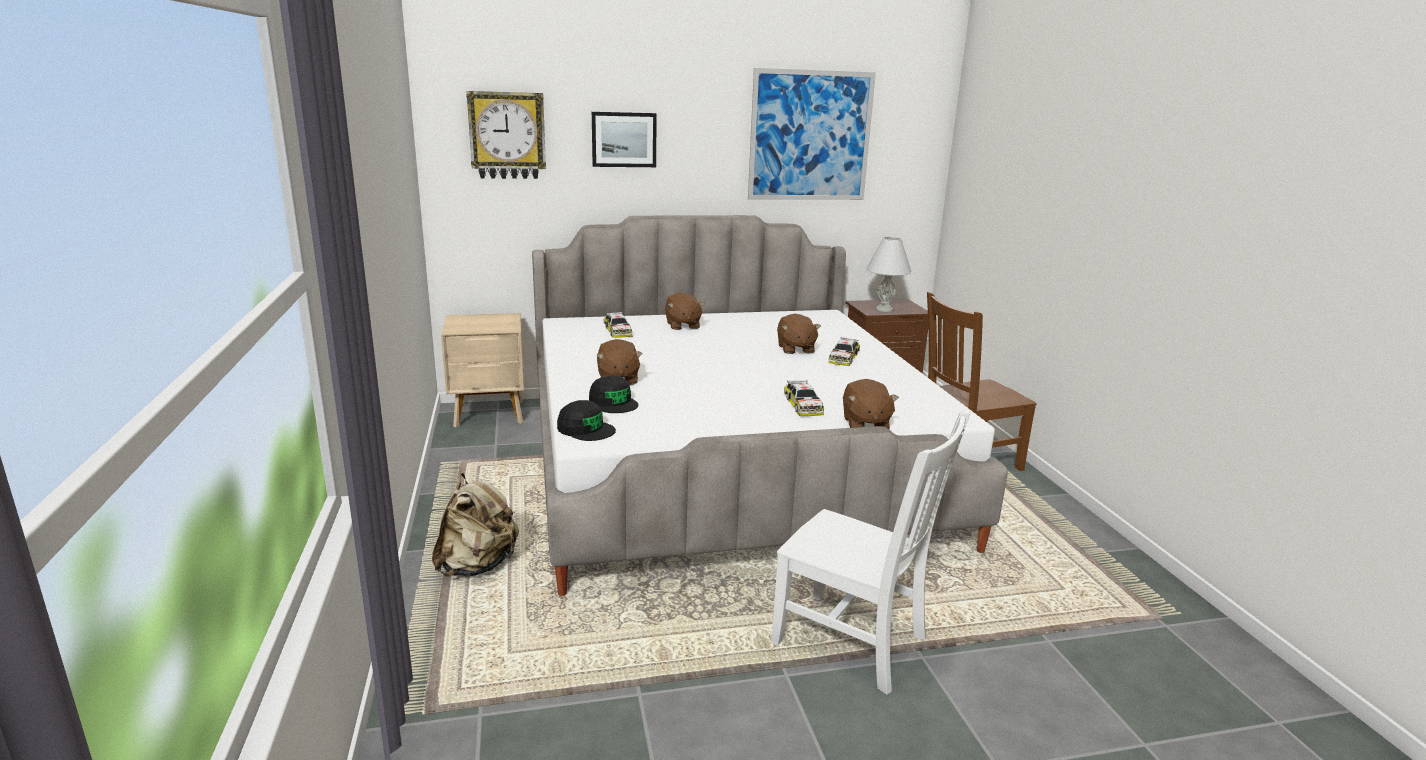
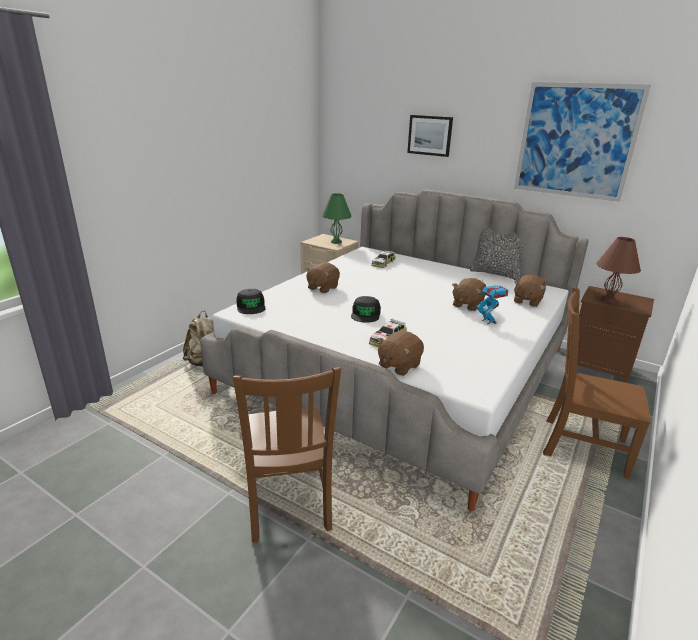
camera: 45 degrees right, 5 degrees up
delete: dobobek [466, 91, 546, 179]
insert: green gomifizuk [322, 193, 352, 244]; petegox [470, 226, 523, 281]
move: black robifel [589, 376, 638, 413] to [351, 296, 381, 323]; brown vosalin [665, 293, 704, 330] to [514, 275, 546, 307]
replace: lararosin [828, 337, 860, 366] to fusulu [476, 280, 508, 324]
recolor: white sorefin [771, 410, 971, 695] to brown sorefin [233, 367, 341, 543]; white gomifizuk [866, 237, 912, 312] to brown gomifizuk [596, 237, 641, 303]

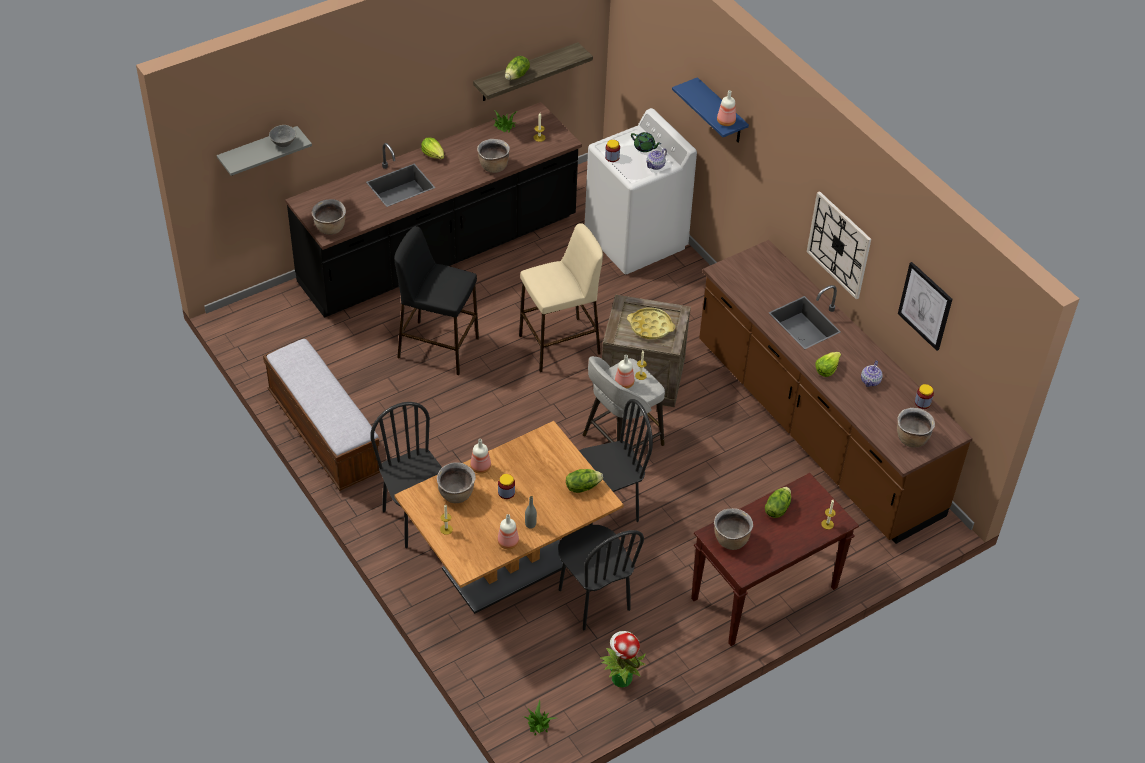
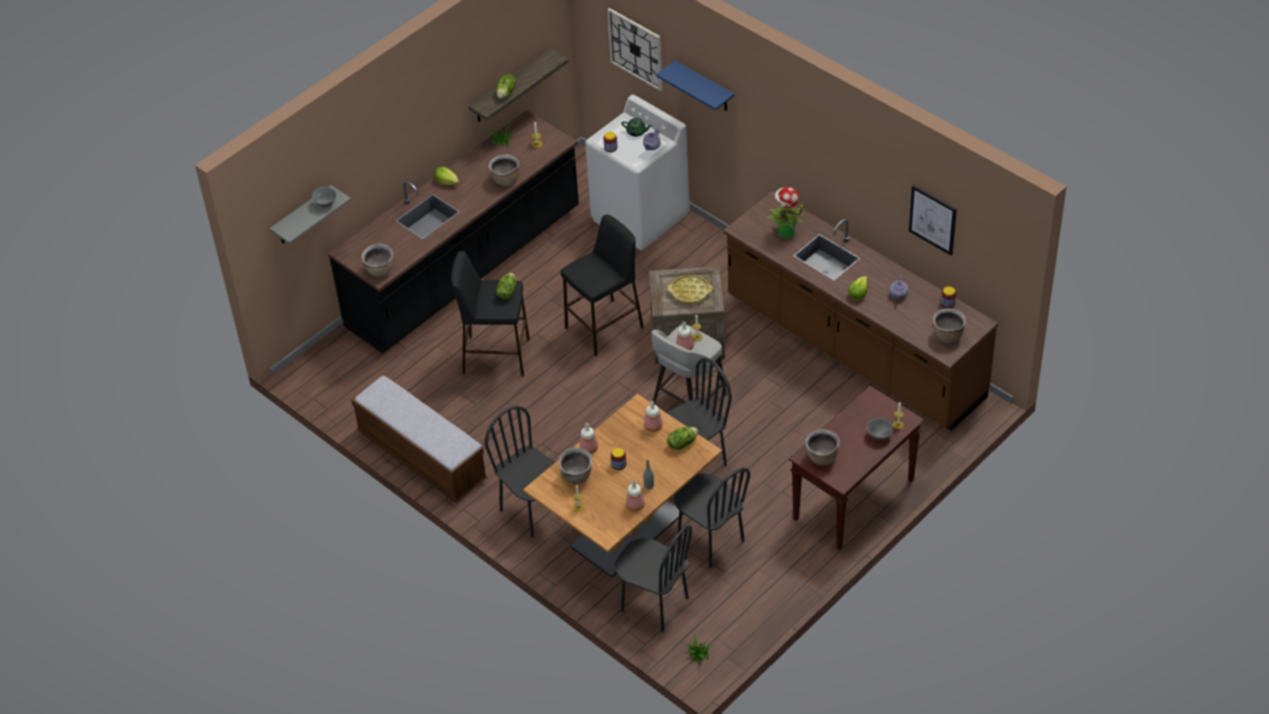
camera: 10 degrees left, 0 degrees up
insert: black sorefin [615, 525, 692, 632]; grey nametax [867, 418, 893, 440]
move: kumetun [600, 631, 646, 687] to [767, 187, 804, 239]; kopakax [717, 90, 736, 126] to [644, 401, 663, 432]; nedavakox [765, 487, 791, 518] to [496, 273, 517, 299]; dobobek [807, 191, 871, 299] to [607, 8, 663, 91]
recolor: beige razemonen [519, 223, 603, 372] to black razemonen [561, 214, 644, 357]

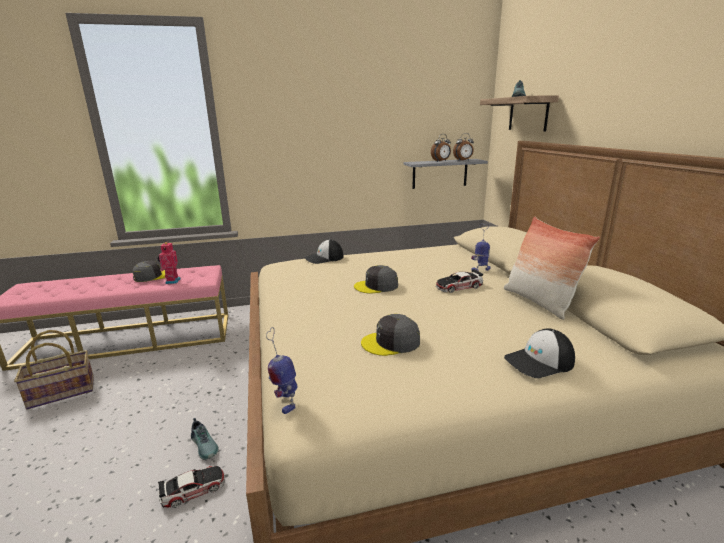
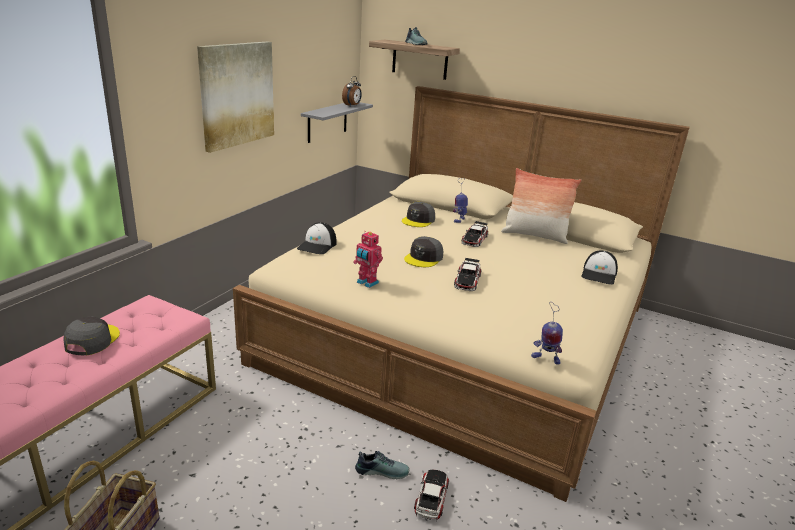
camera: 50 degrees left, 5 degrees up
delete: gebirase [431, 134, 451, 162]
insert: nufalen [197, 42, 274, 153]; lararosin [454, 257, 481, 291]
move: fusulu [158, 242, 181, 284] to [353, 231, 383, 288]; grey robifel [361, 314, 420, 356] to [402, 202, 435, 227]

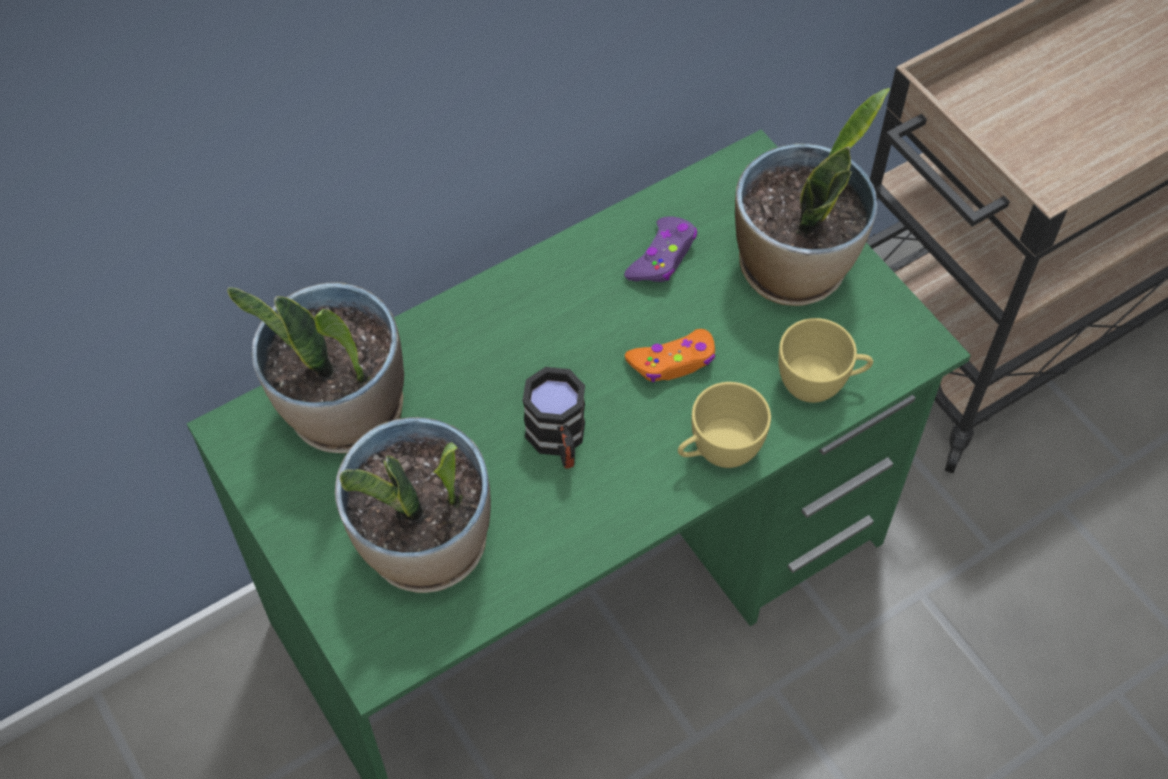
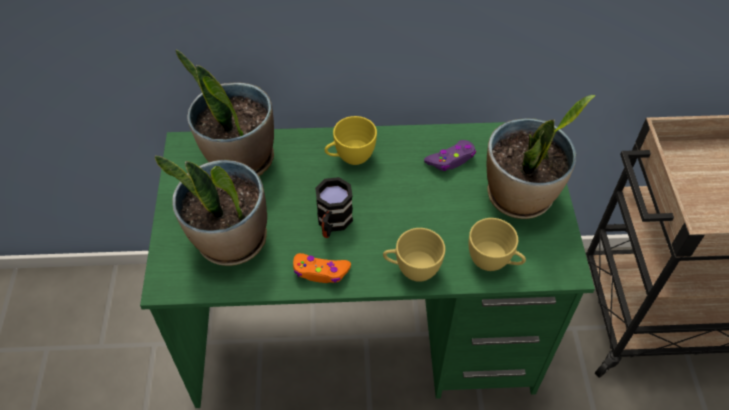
camera: 30 degrees right, 5 degrees down
insert: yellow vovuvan [325, 116, 377, 165]
move: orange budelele [625, 329, 715, 382] to [293, 253, 351, 283]

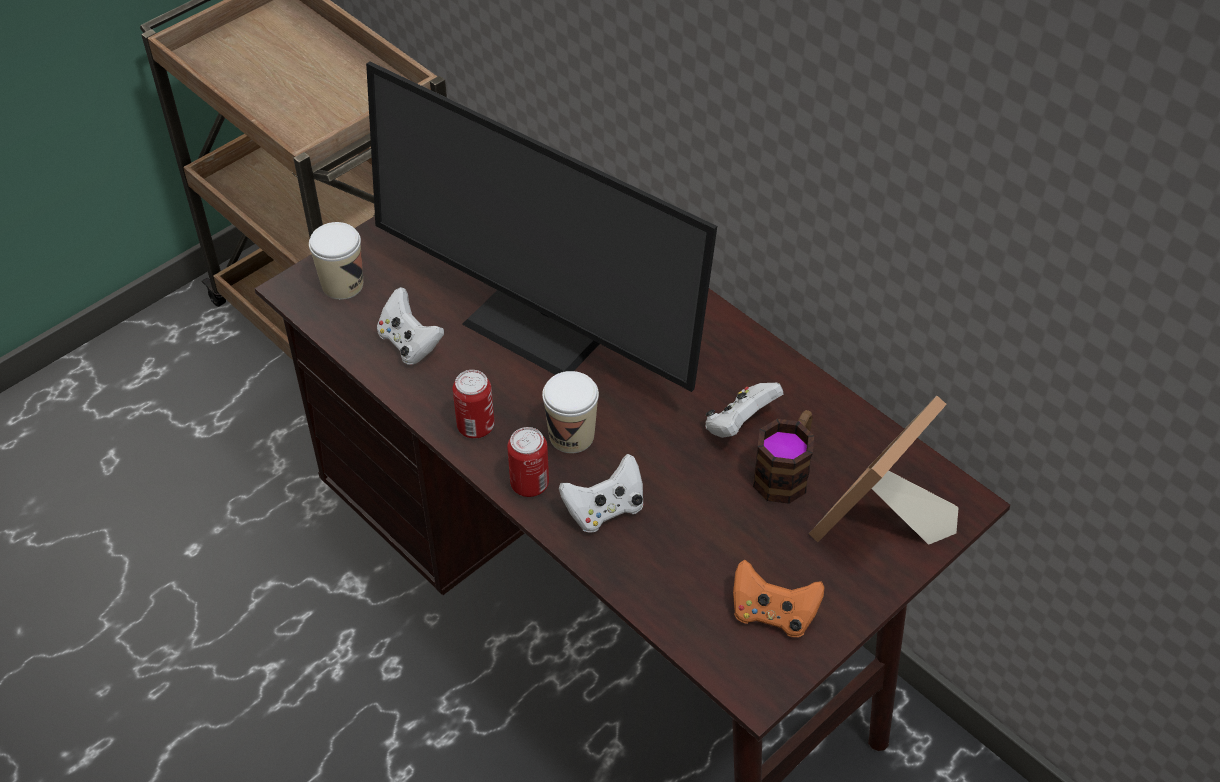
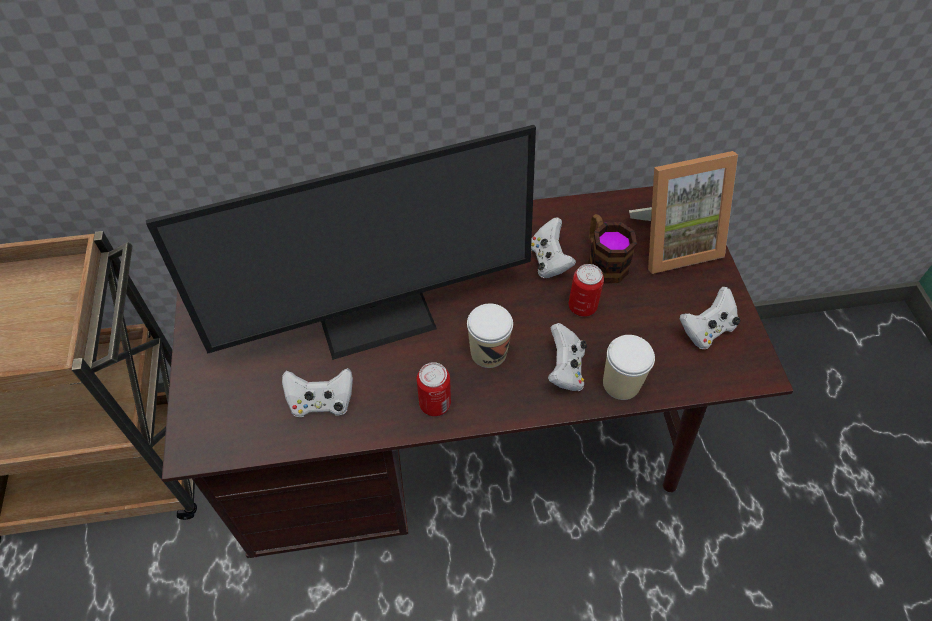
camera: 55 degrees left, 5 degrees up
move: vovuvan [309, 222, 363, 300] to [603, 335, 655, 400]; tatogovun [507, 427, 549, 497] to [569, 264, 604, 317]
recolor: orange budelele [733, 559, 824, 637] to white budelele [679, 287, 740, 349]
rotate: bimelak [809, 396, 959, 545] = [629, 151, 738, 274] 90 degrees counterclockwise

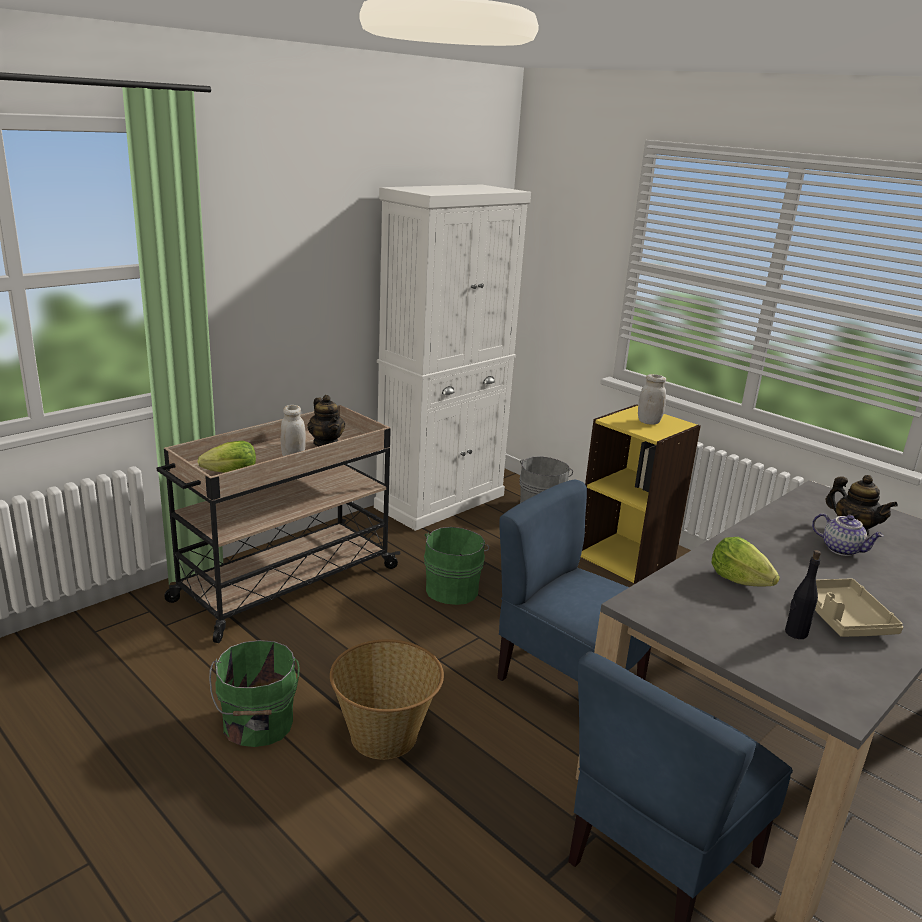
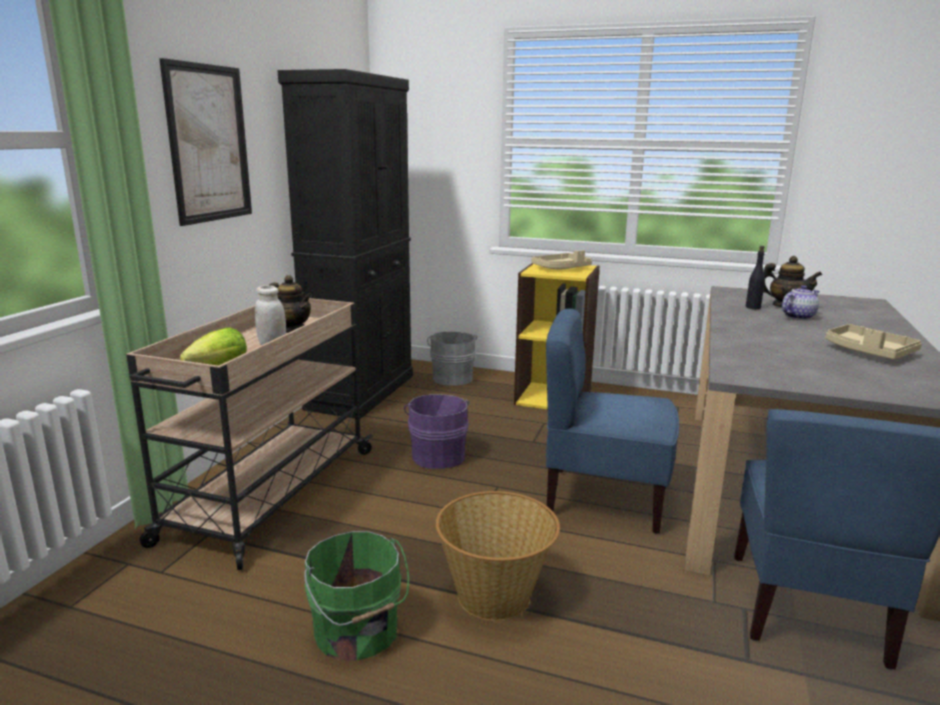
camera: 25 degrees left, 5 degrees down
delete: nedavakox [712, 537, 780, 586]
insert: nufalen [159, 58, 252, 226]
move: black kopakax [785, 550, 821, 639] to [746, 246, 765, 309]
replace: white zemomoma [638, 374, 666, 425] to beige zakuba [531, 250, 592, 269]
recolor: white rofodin [374, 185, 531, 531] to black rofodin [277, 69, 413, 419]; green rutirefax [424, 527, 489, 605] to purple rutirefax [404, 394, 470, 469]
rotate: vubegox [812, 513, 884, 556] = [782, 285, 819, 320] 45 degrees counterclockwise

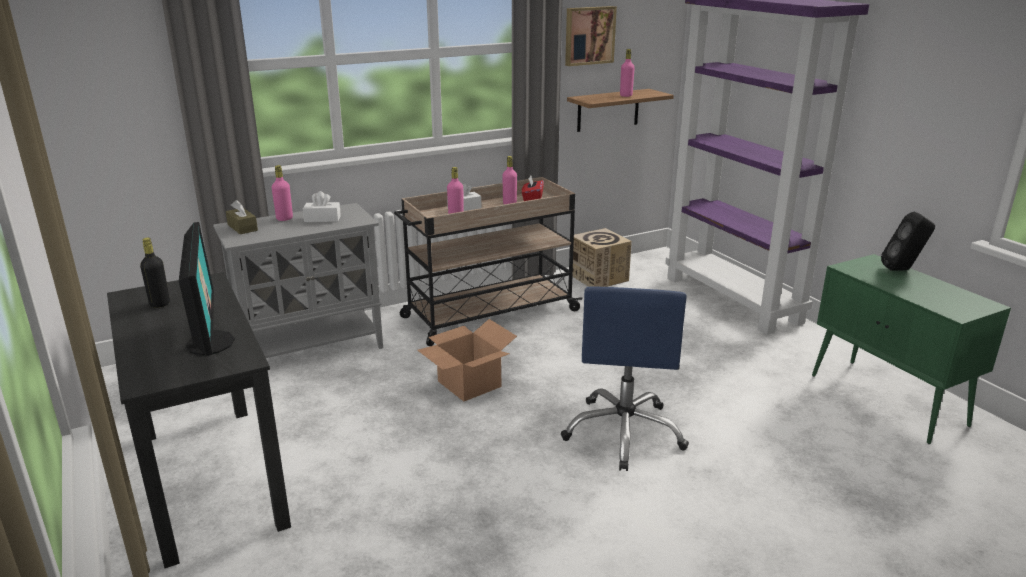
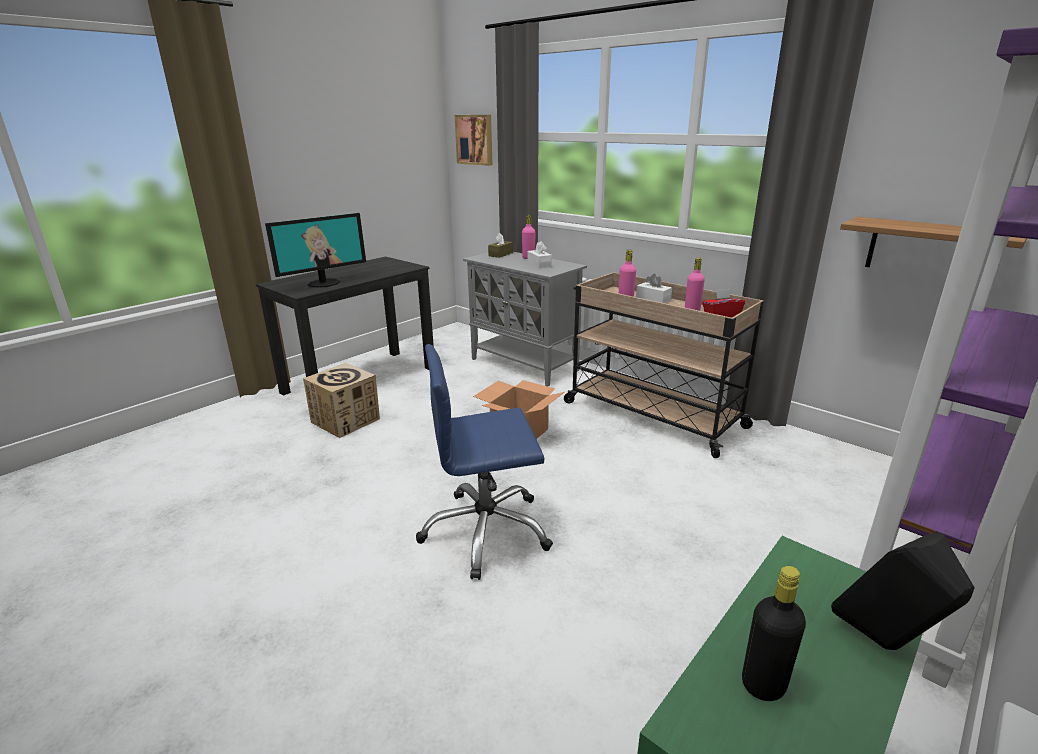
camera: 70 degrees right, 0 degrees up
delete: pink kopakax [620, 49, 635, 97]
move: black kopakax [140, 238, 170, 308] to [742, 566, 806, 701]; nufalen [565, 6, 617, 66] to [455, 115, 492, 166]; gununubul [572, 228, 632, 287] to [303, 363, 380, 438]

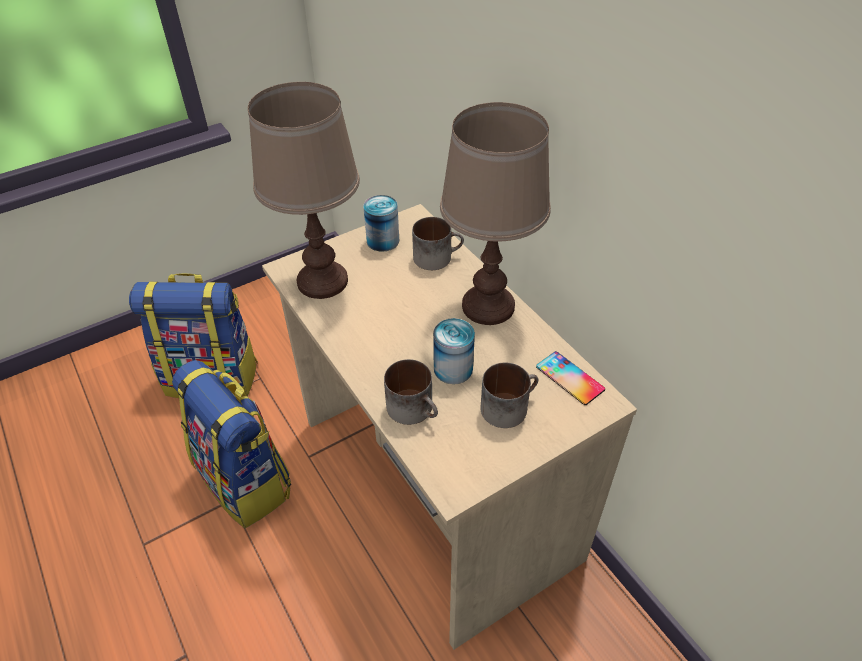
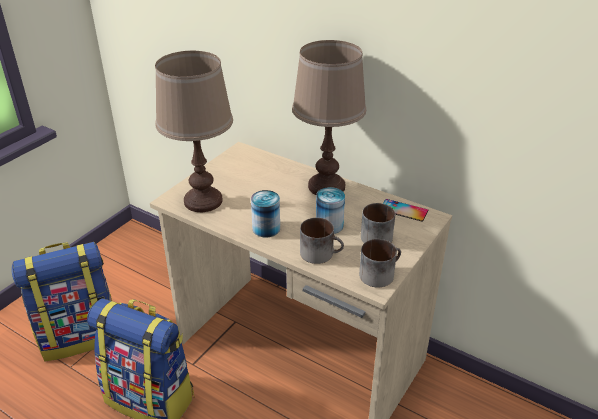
camera: 25 degrees left, 10 degrees down
move: tatogovun [363, 195, 399, 252] to [251, 190, 280, 237]; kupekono [412, 217, 464, 270] to [359, 239, 401, 287]

